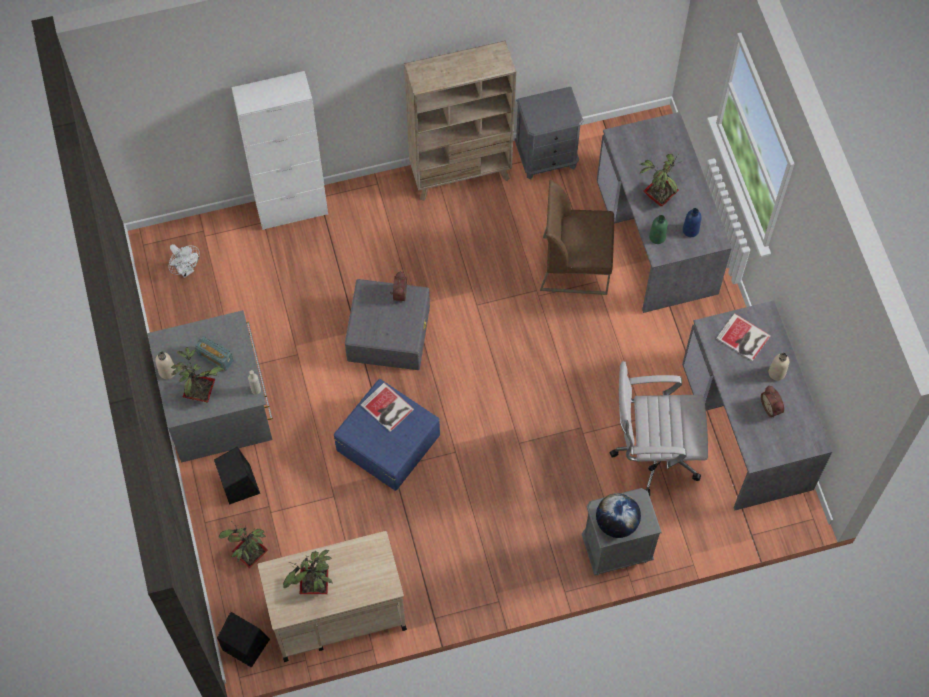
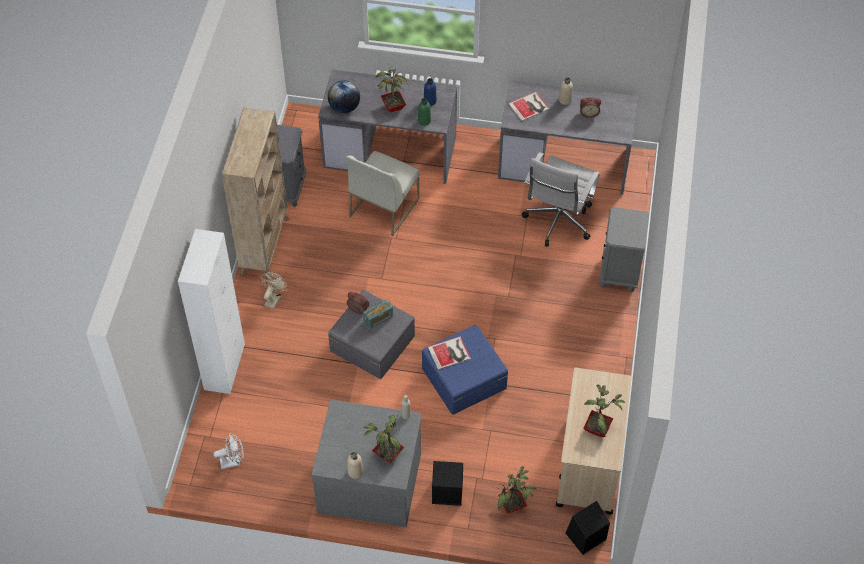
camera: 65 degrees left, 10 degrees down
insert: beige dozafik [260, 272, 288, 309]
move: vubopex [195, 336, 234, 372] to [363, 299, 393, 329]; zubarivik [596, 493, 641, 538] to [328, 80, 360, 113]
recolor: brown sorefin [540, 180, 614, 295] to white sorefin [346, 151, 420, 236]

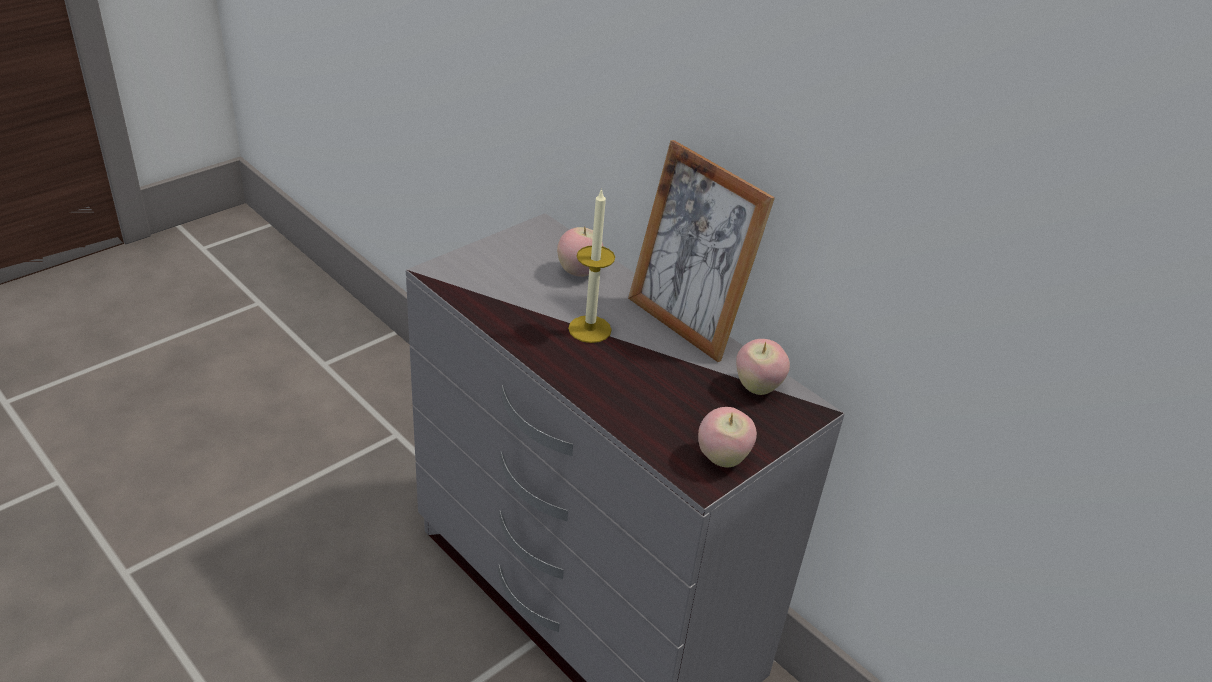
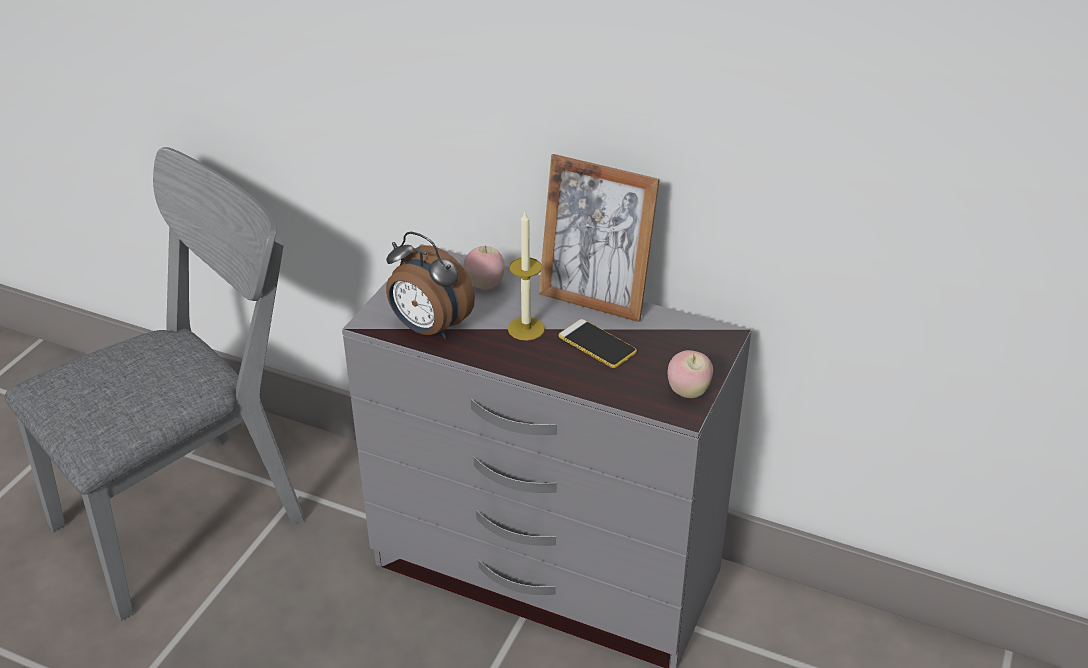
camera: 20 degrees left, 0 degrees up
delete: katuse [736, 339, 790, 395]
insert: grey sorefin [5, 147, 304, 621]; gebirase [386, 232, 475, 339]; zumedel [558, 319, 637, 368]

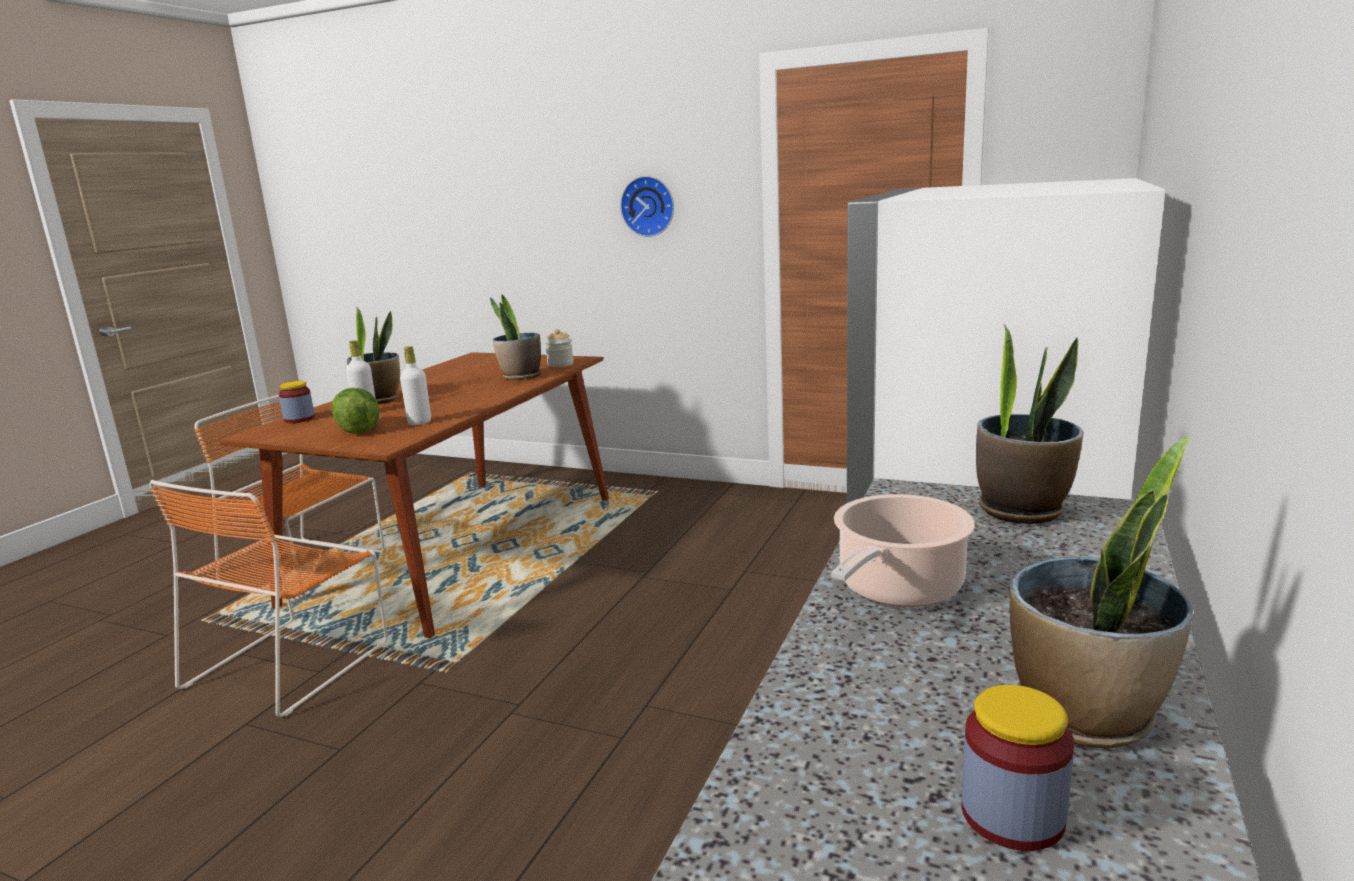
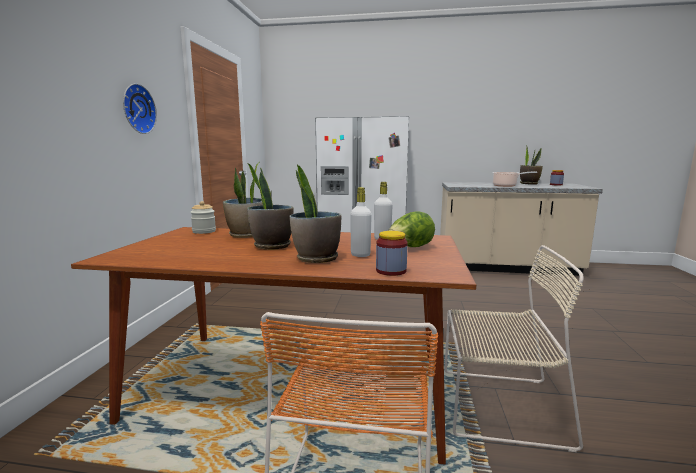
camera: 105 degrees left, 5 degrees down
move: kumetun [976, 323, 1084, 524] to [247, 163, 294, 250]
recolor: orange sorefin [150, 480, 388, 717] to beige sorefin [444, 245, 583, 452]

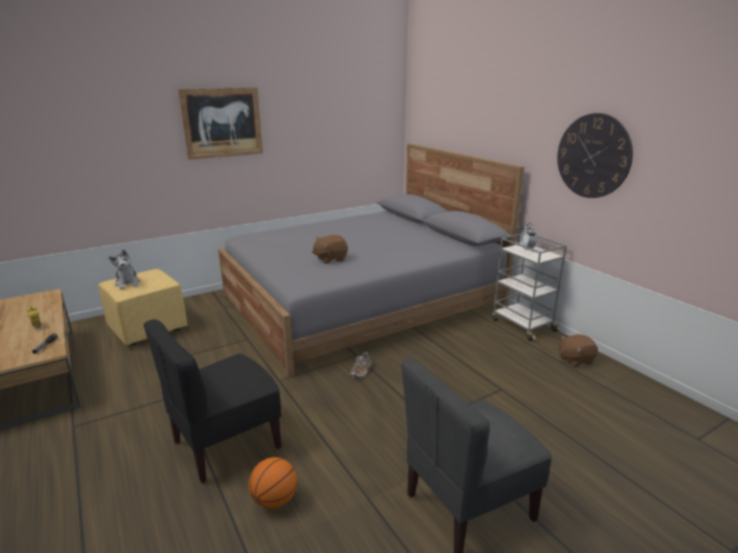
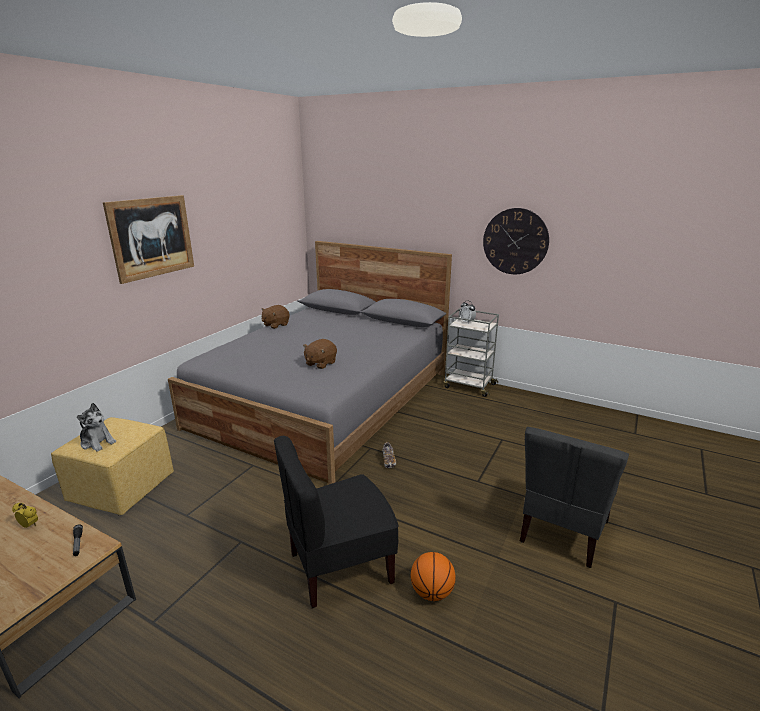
camera: 30 degrees left, 0 degrees up
move: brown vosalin [559, 334, 598, 367] to [261, 305, 290, 329]
rotate: black sorefin [143, 319, 281, 483] = [274, 436, 399, 608] 45 degrees clockwise

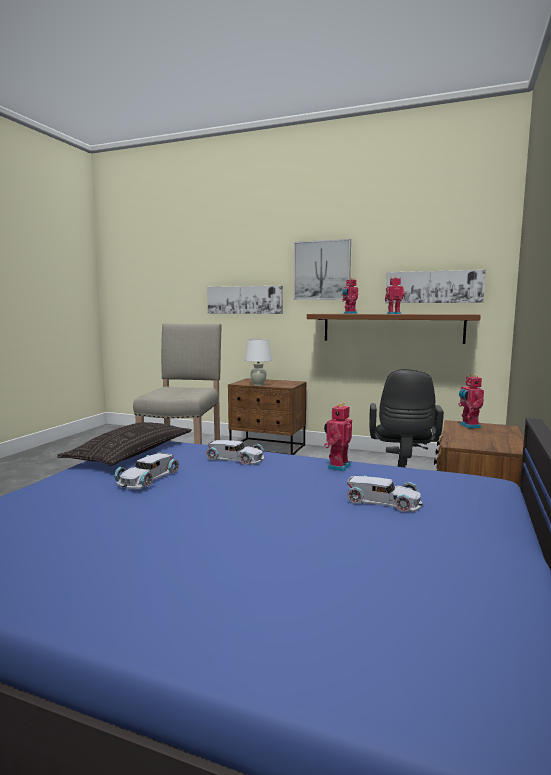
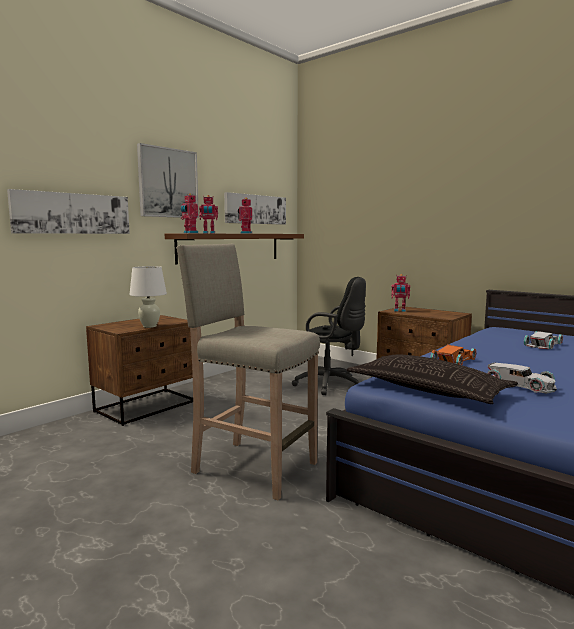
camera: 70 degrees left, 0 degrees up
move: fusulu [324, 403, 352, 472] to [181, 193, 198, 233]
recolor: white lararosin [206, 440, 264, 465] to orange lararosin [430, 344, 476, 365]

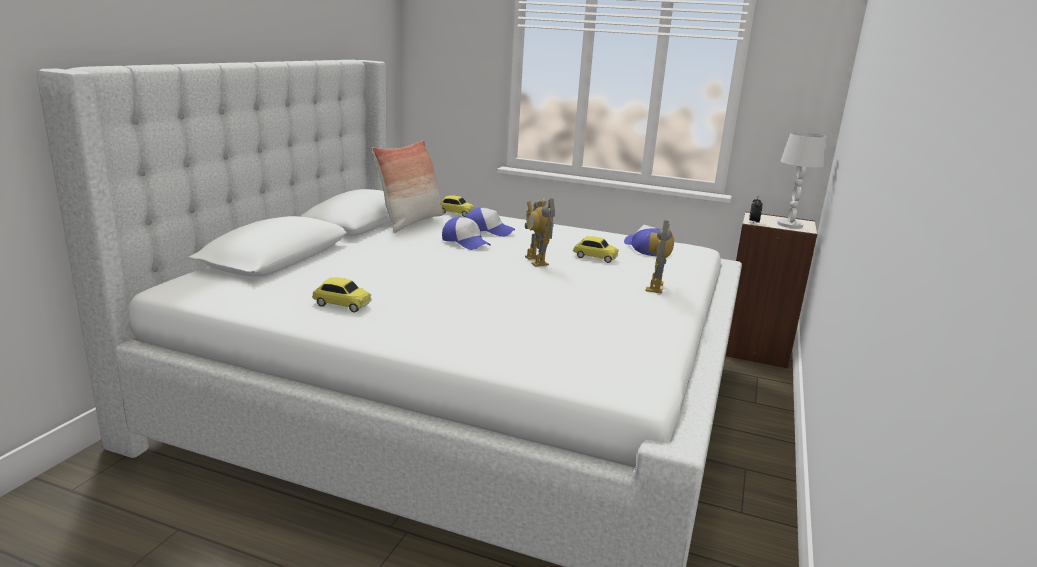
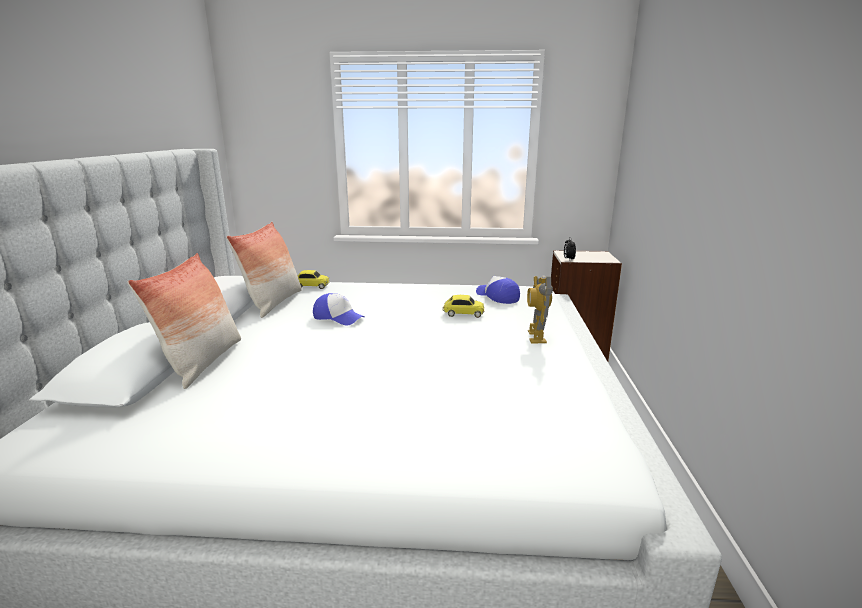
camera: 15 degrees left, 0 degrees up
delete: lararosin [312, 278, 372, 313]; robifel [466, 208, 515, 237]; fusulu [525, 198, 555, 267]; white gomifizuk [777, 132, 826, 229]
insert: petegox [128, 253, 241, 389]

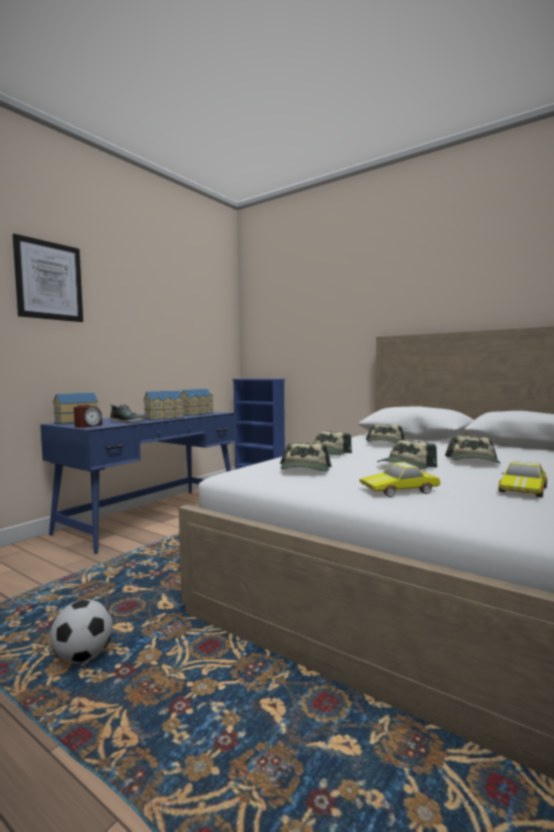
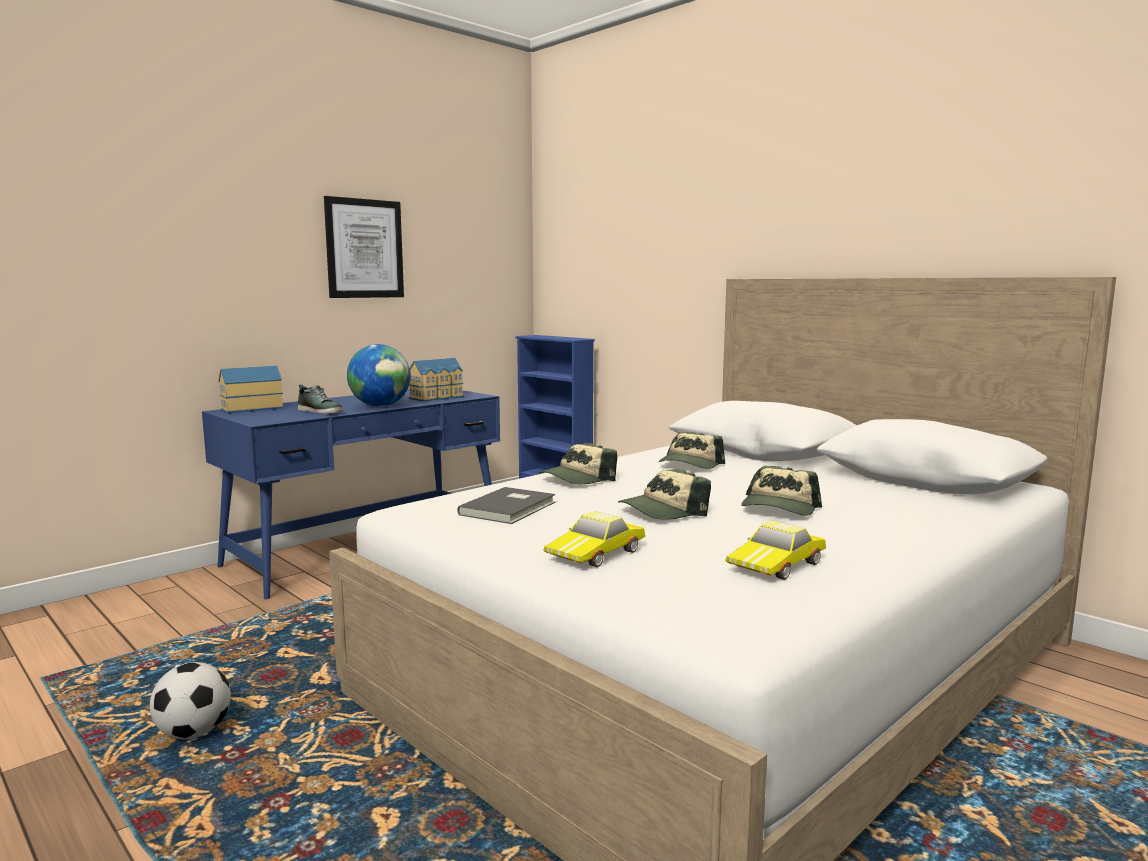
camera: 10 degrees right, 5 degrees up
delete: gebirase [74, 405, 102, 428]
move: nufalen [13, 234, 83, 322] to [324, 196, 404, 298]
replace: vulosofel [144, 391, 184, 420] to zubarivik [347, 344, 411, 407]; robifel [280, 443, 332, 472] to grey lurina [457, 487, 555, 524]
rotate: lararosin [359, 462, 440, 497] = [543, 511, 645, 567] 45 degrees counterclockwise

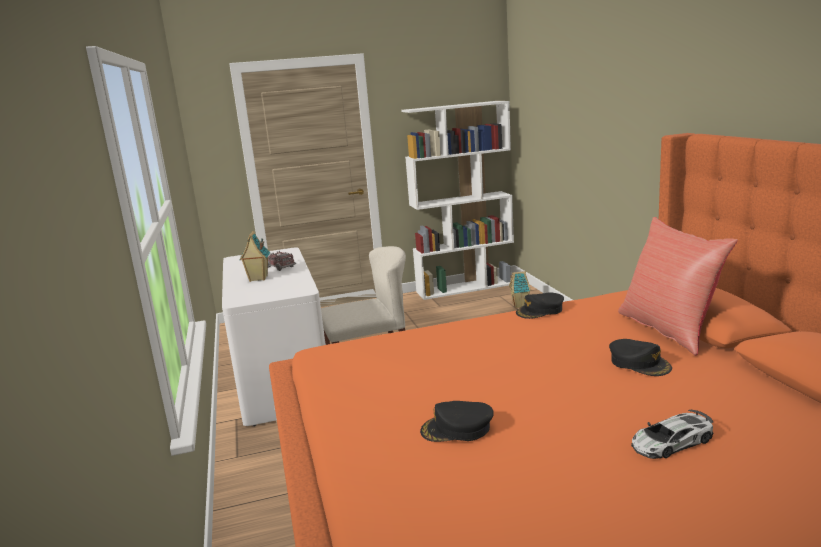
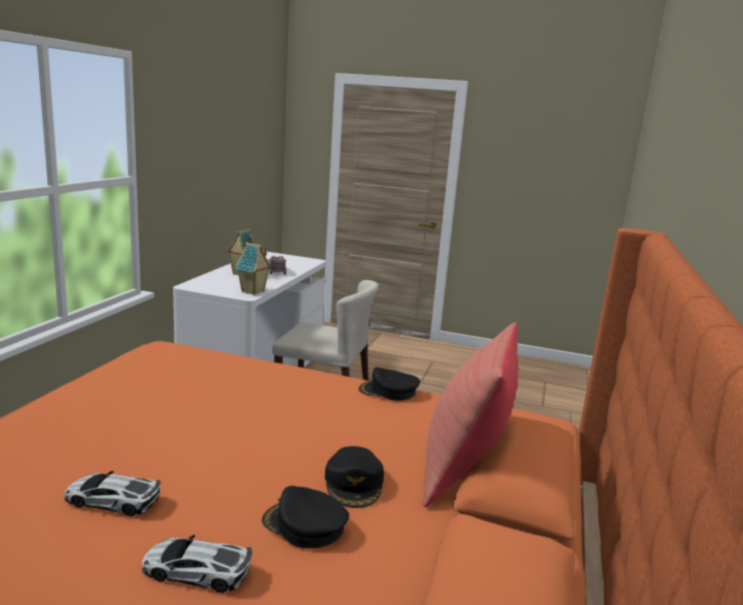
camera: 30 degrees right, 0 degrees up
delete: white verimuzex [402, 101, 514, 300]
insert: lararosin [64, 471, 160, 517]
move: black robifel [420, 401, 494, 442] to [262, 486, 349, 548]; vulosofel [509, 271, 531, 308] to [235, 242, 272, 295]

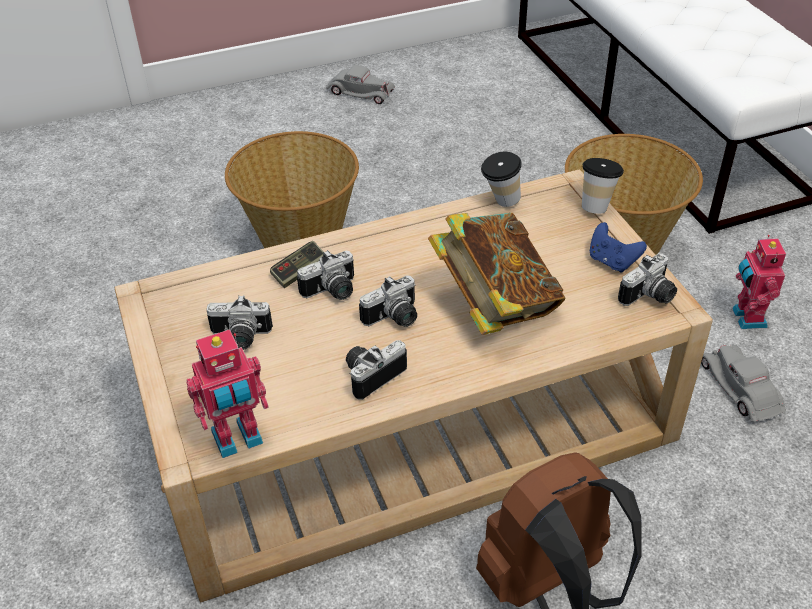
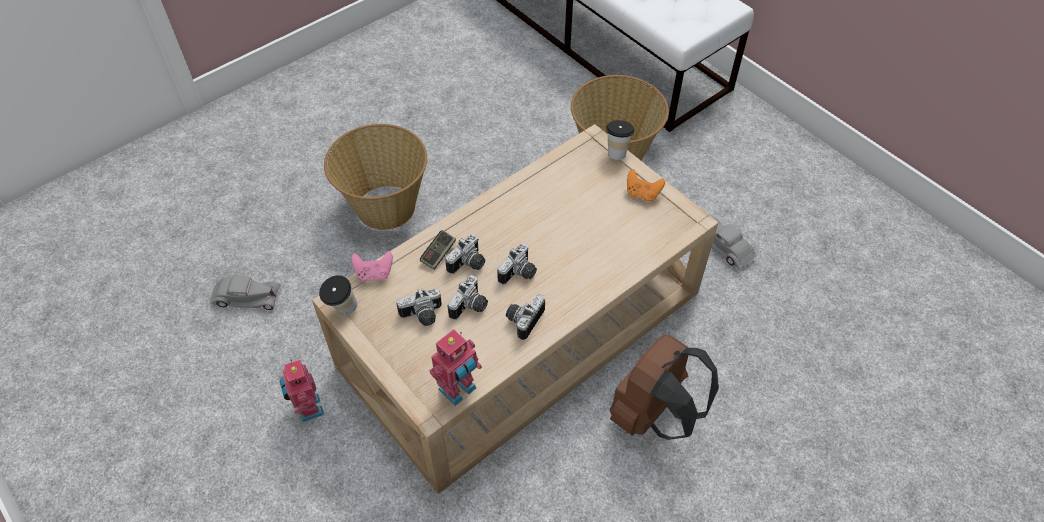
camera: 20 degrees left, 10 degrees up
delete: lurina [428, 213, 565, 335]
insert: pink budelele [351, 251, 393, 282]
move: grey lararosin [326, 65, 395, 104] to [210, 275, 281, 310]; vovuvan [481, 152, 521, 207] to [319, 275, 358, 314]; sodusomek [618, 253, 677, 306] to [448, 275, 488, 320]; fusulu [732, 235, 786, 329] to [280, 359, 324, 422]
recolor: blue budelele [590, 222, 647, 273] to orange budelele [627, 169, 665, 201]

